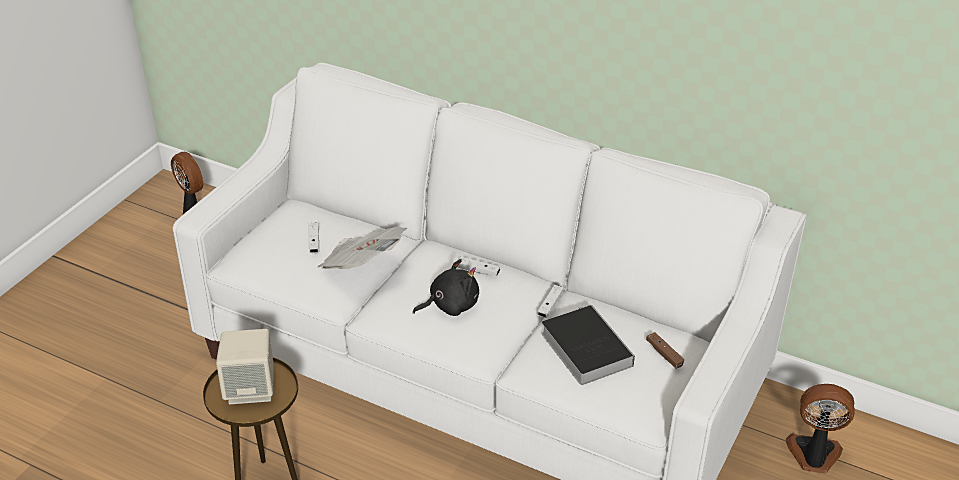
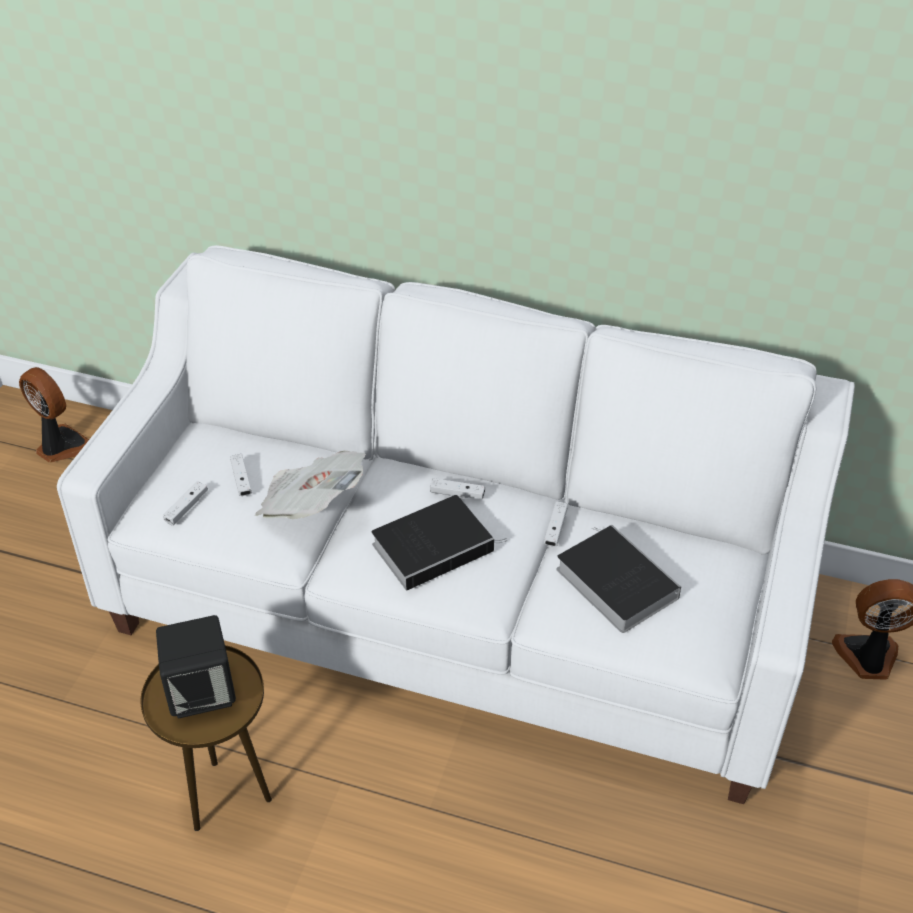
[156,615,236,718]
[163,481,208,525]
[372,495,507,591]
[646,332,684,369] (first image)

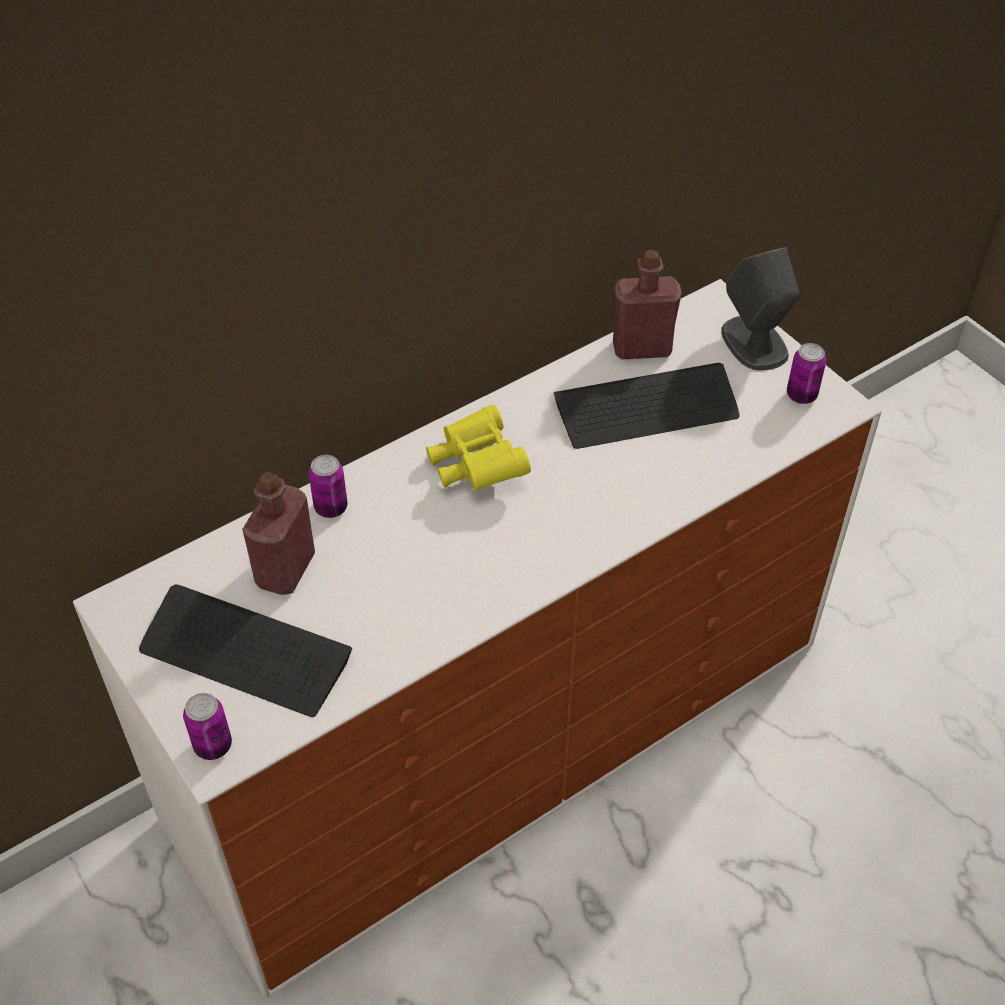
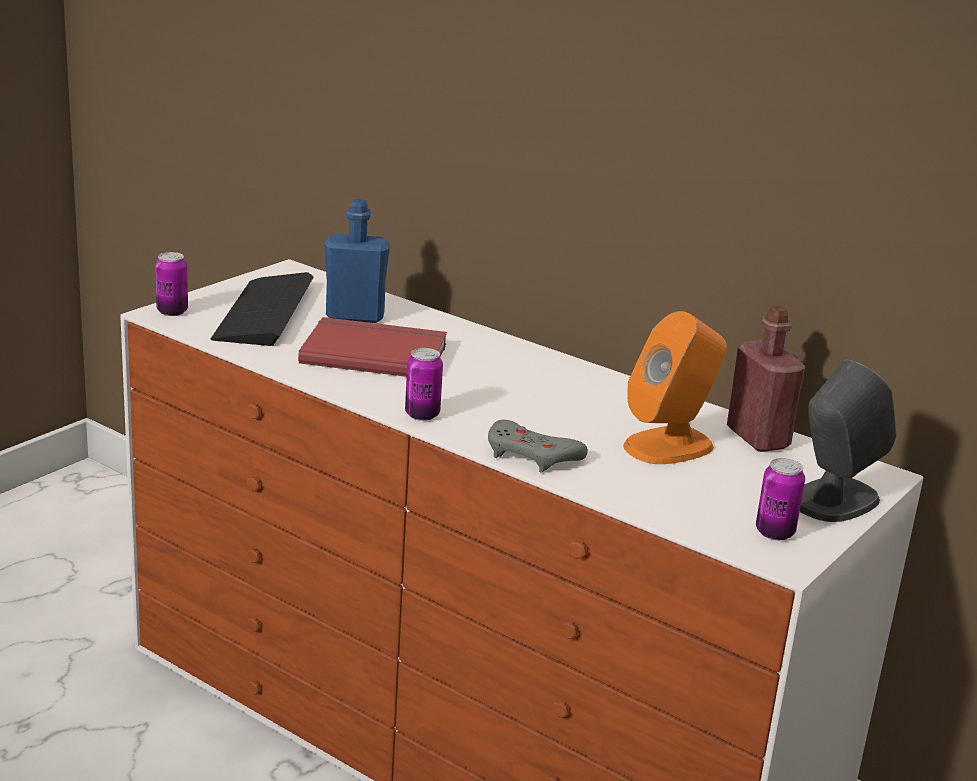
[298,317,447,377]
[324,199,390,323]
[405,348,443,421]
[488,420,588,472]
[623,311,727,464]
[426,405,531,490] (first image)

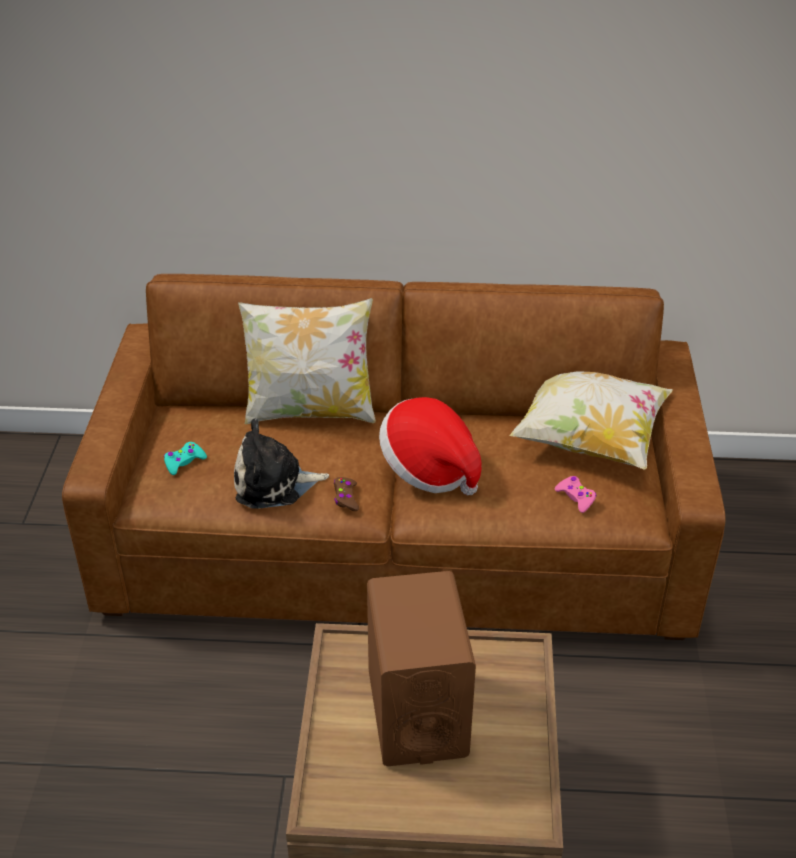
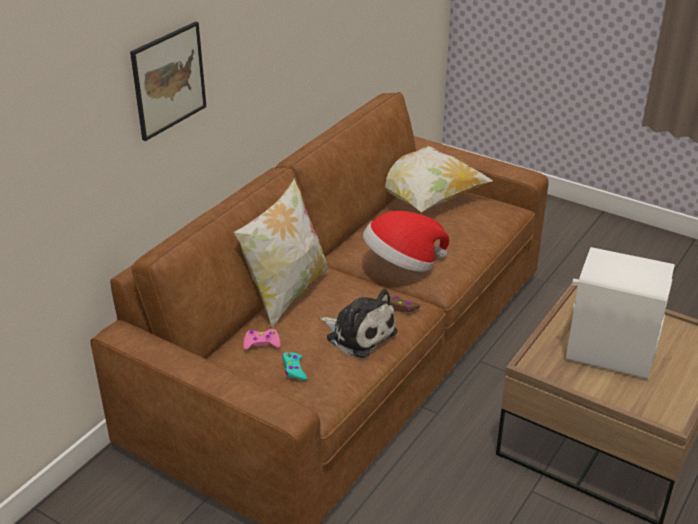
[130,22,206,141]
[243,329,280,350]
[320,289,398,358]
[566,247,675,379]

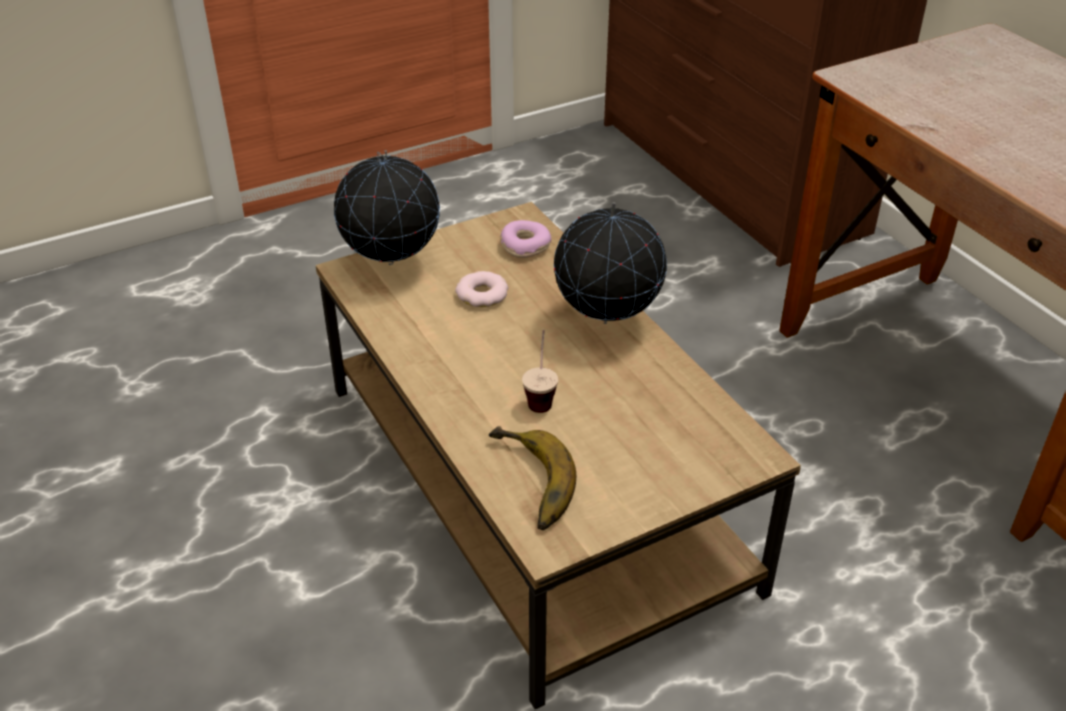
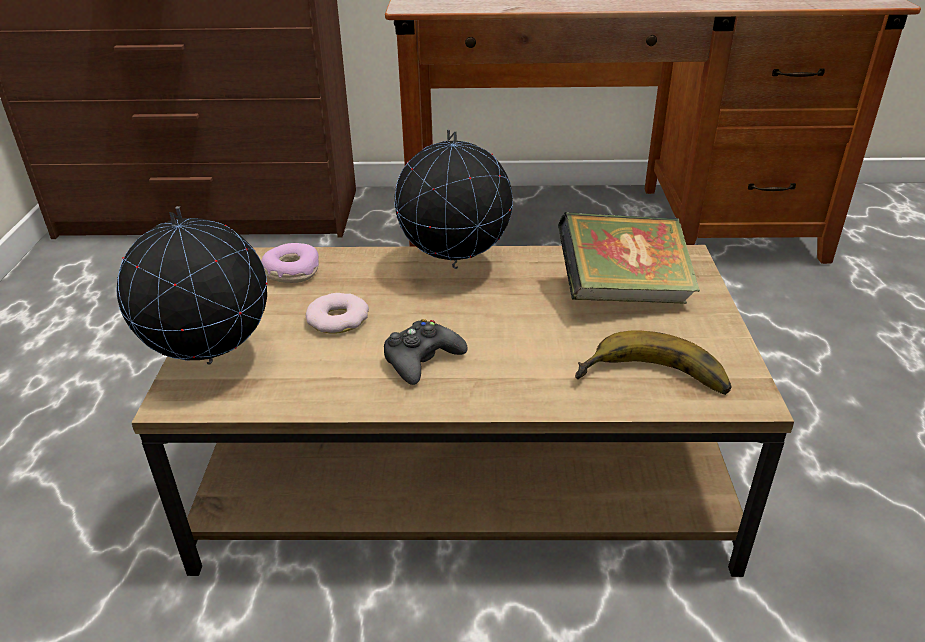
[384,319,468,385]
[558,212,700,304]
[522,330,558,413] (first image)

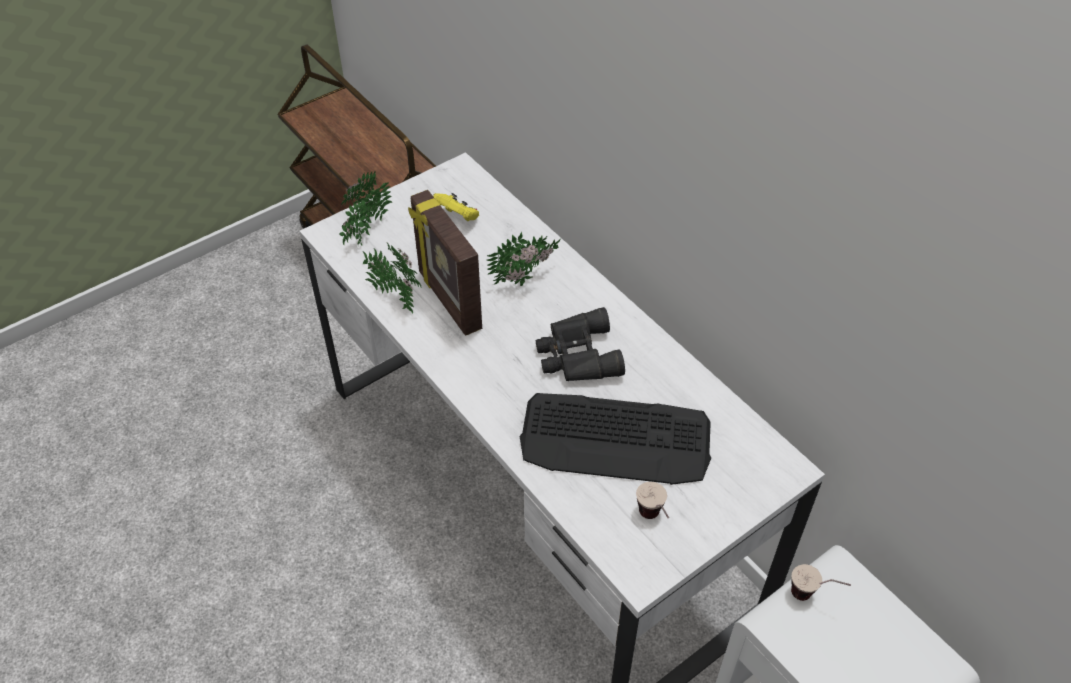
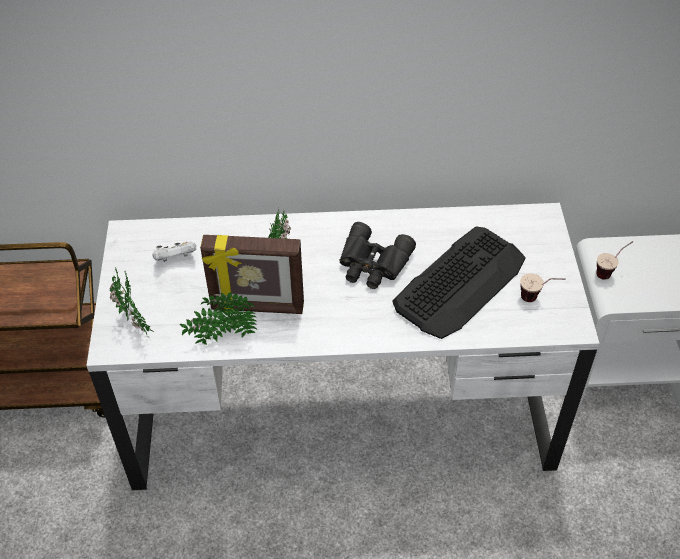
[153,242,196,262]

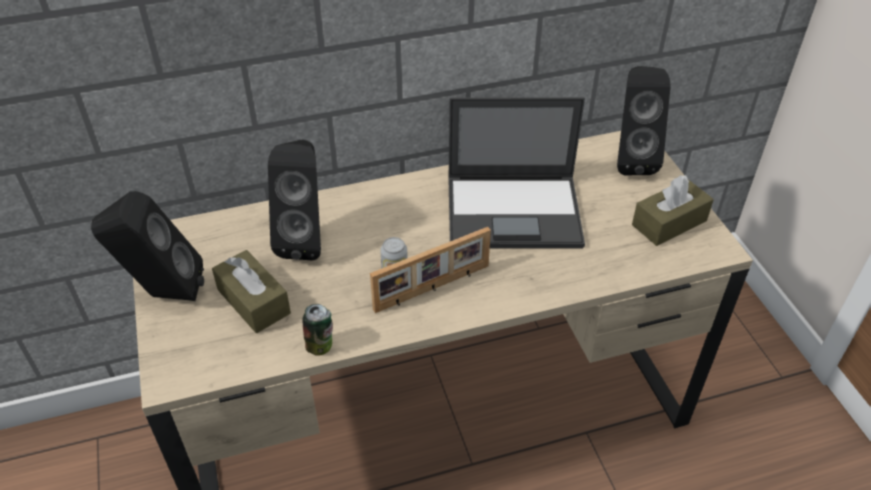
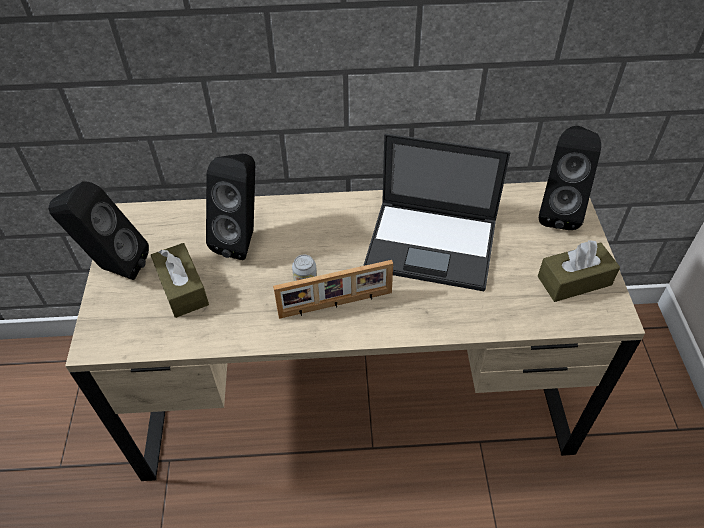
[302,304,333,356] (first image)

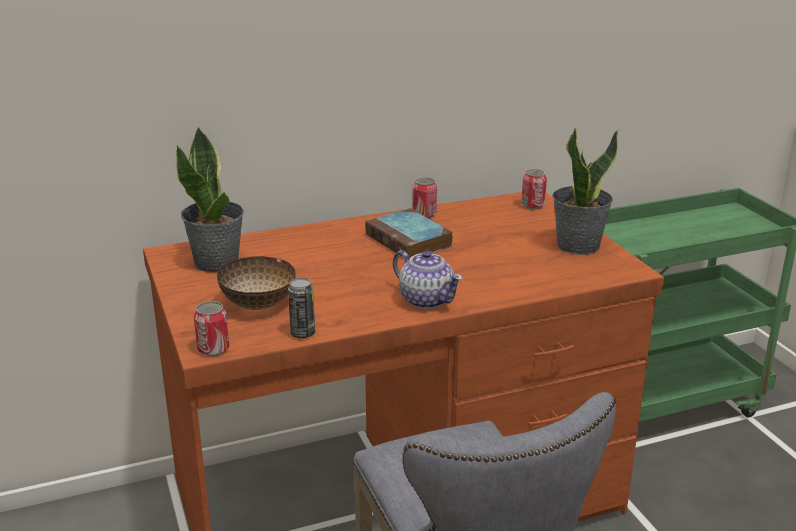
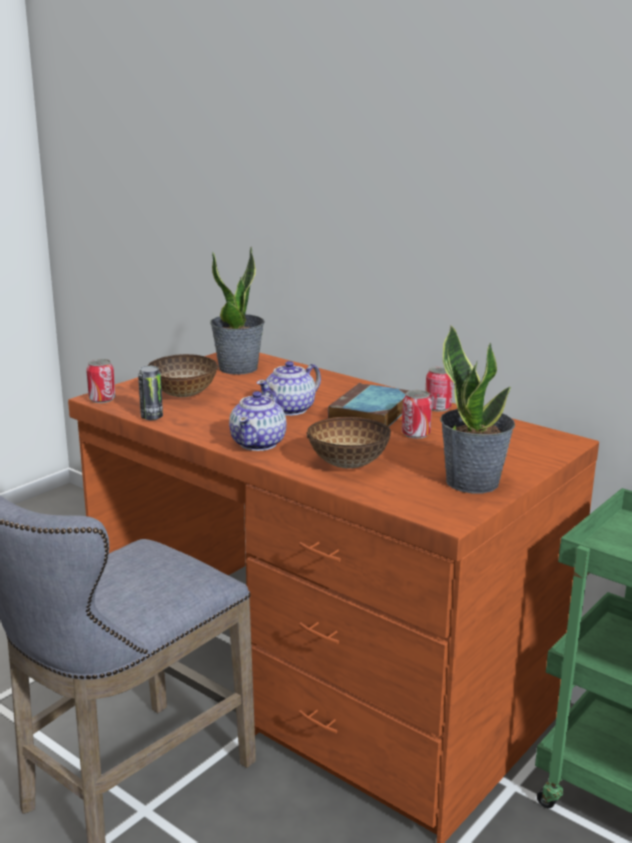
[257,361,321,416]
[306,416,391,469]
[402,390,432,439]

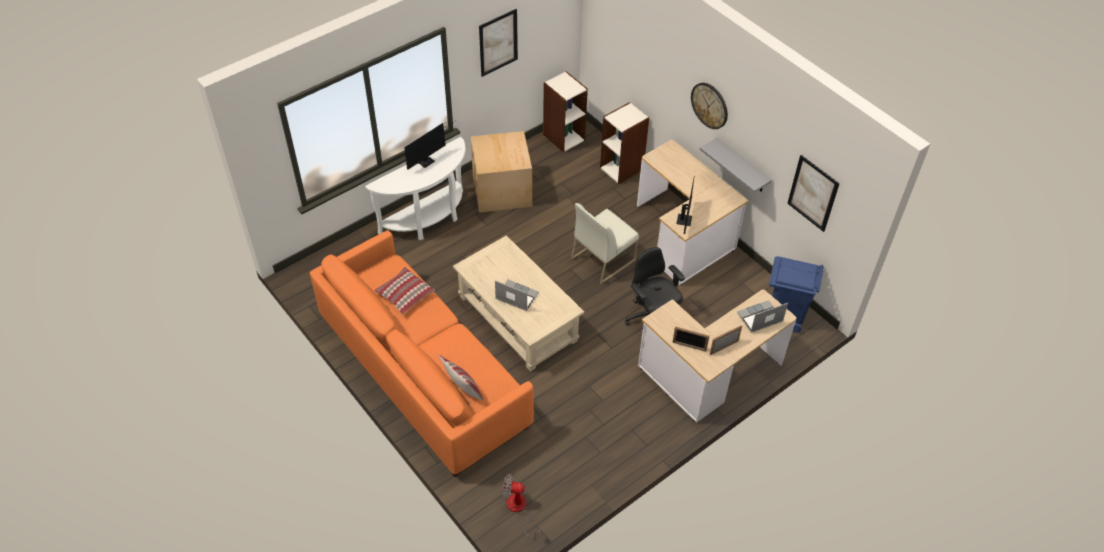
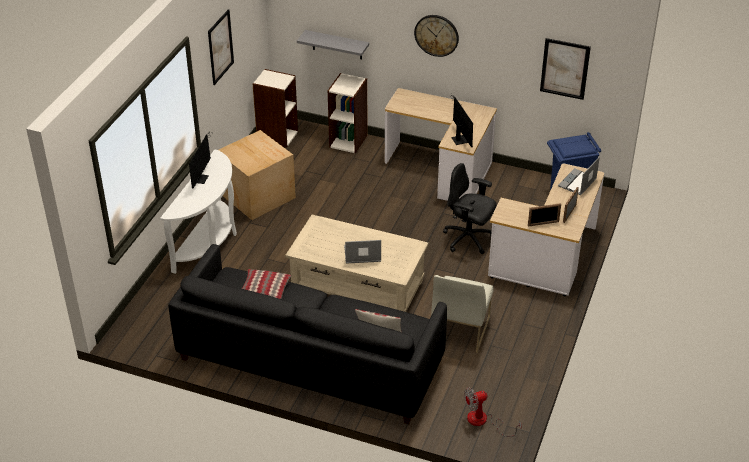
[168,244,447,424]
[297,30,369,59]
[431,275,494,353]

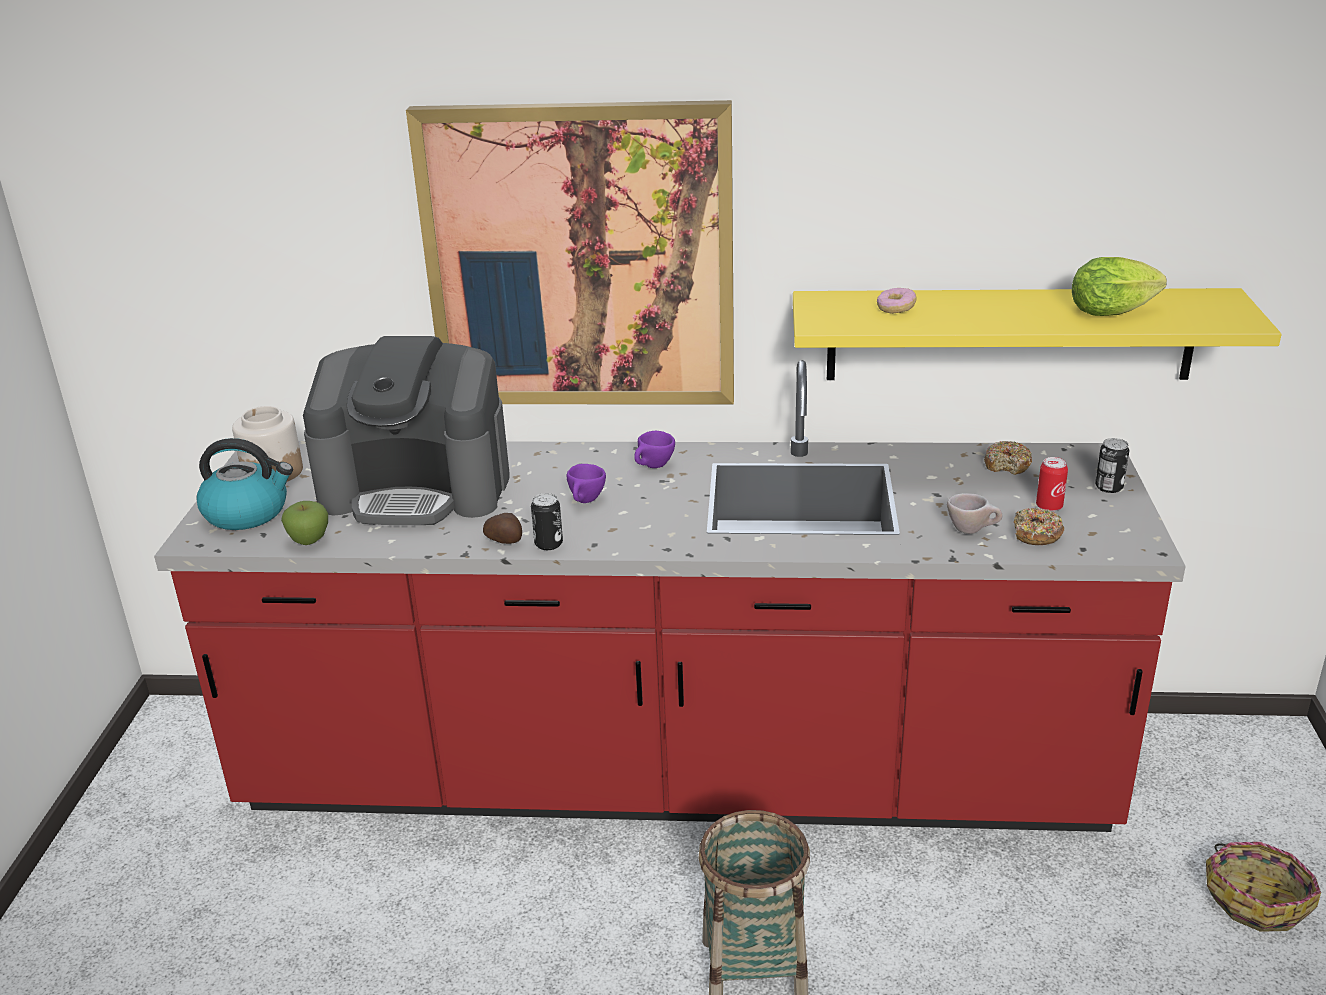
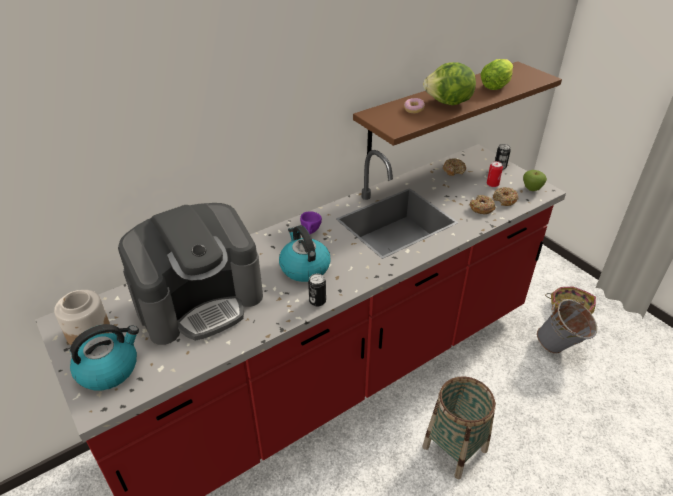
[279,225,331,282]
[353,61,562,154]
[423,62,476,105]
[469,195,496,214]
[523,170,547,191]
[537,299,597,354]
[406,100,734,404] (first image)
[483,513,522,544] (first image)

